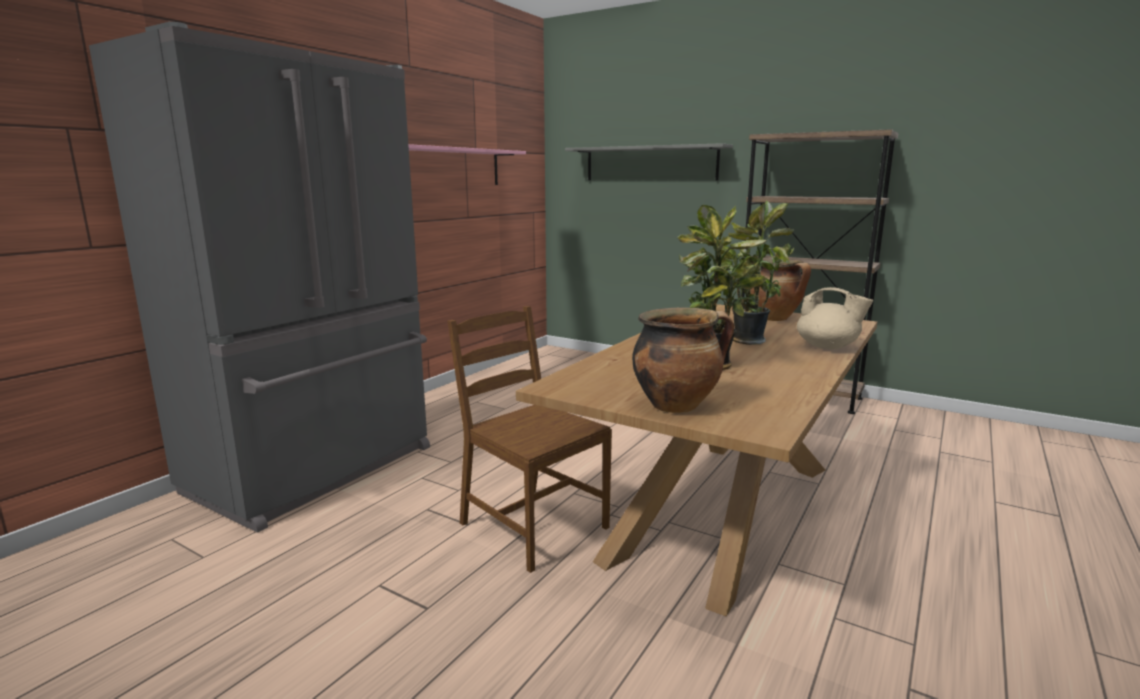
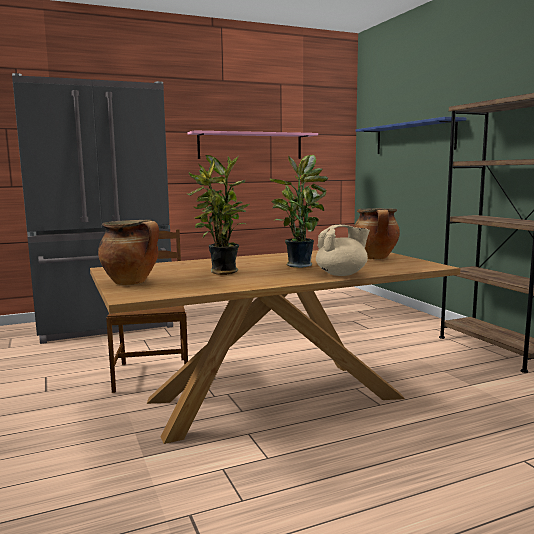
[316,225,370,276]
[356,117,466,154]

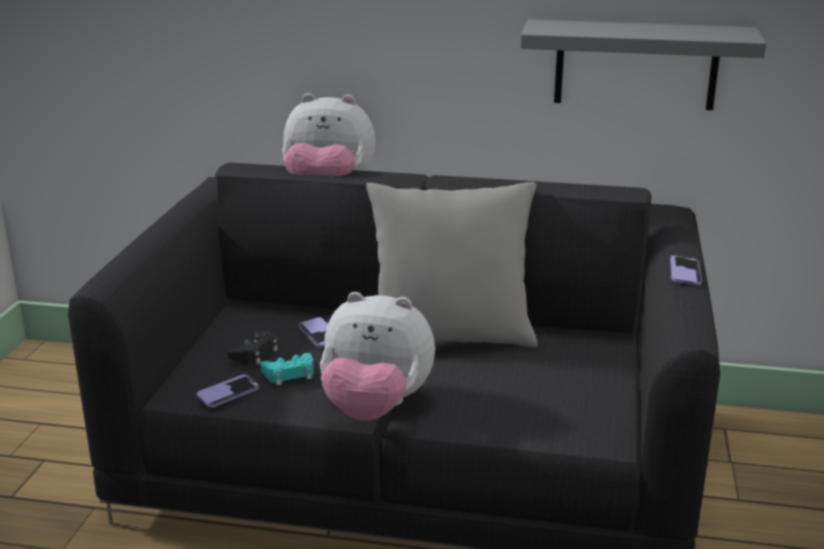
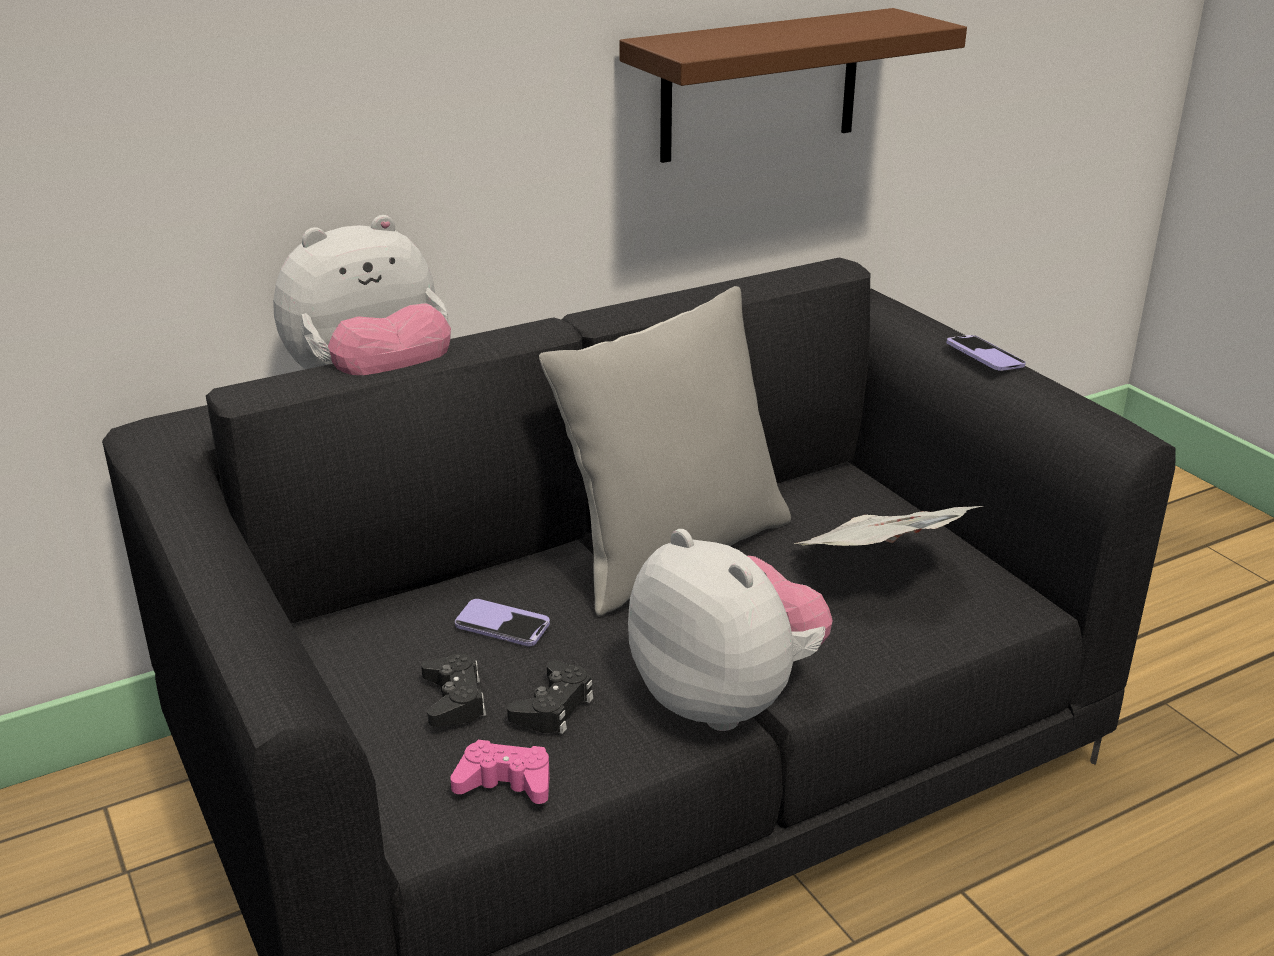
[450,740,550,804]
[507,661,594,734]
[619,8,967,163]
[628,529,832,731]
[794,506,982,546]

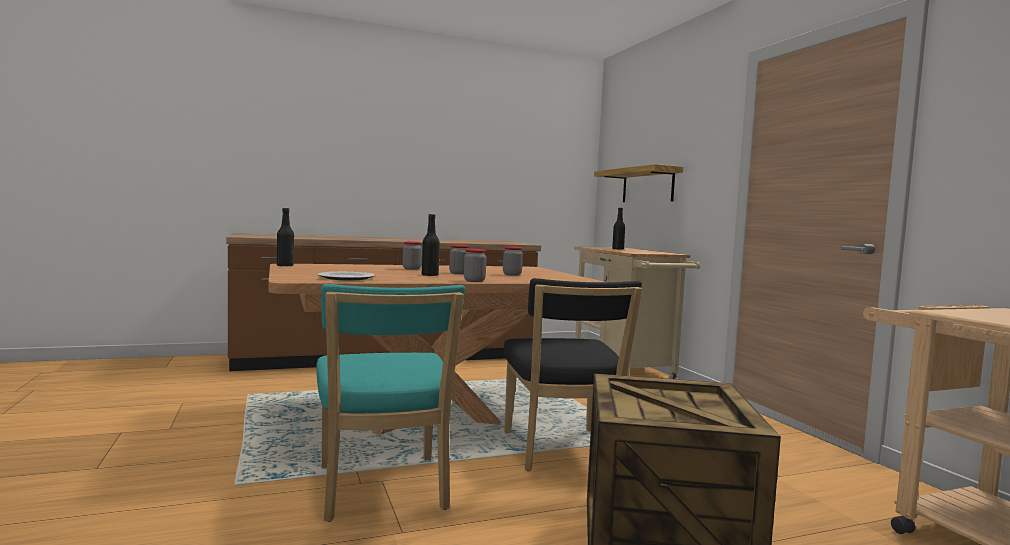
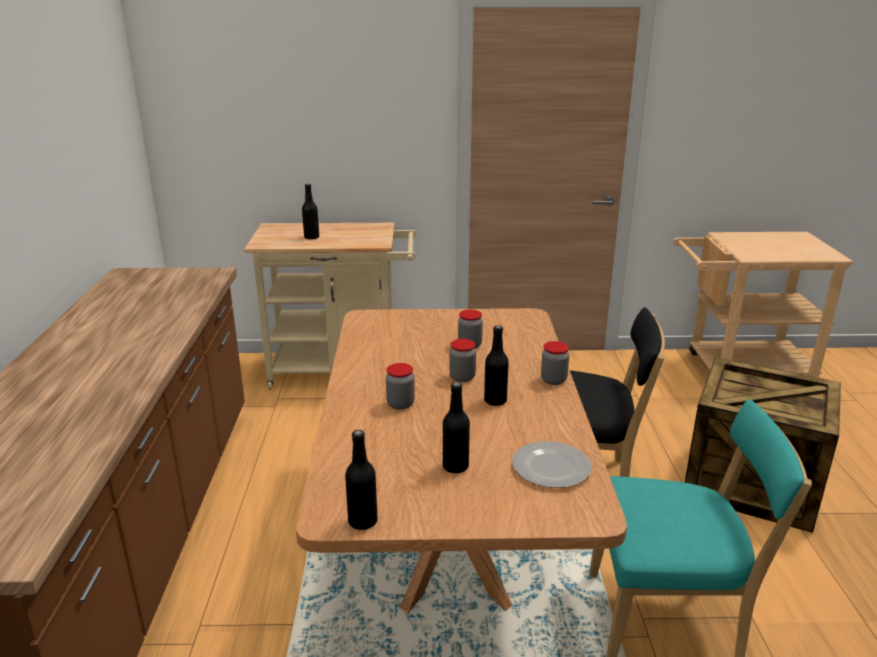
[443,382,470,473]
[594,164,683,202] (first image)

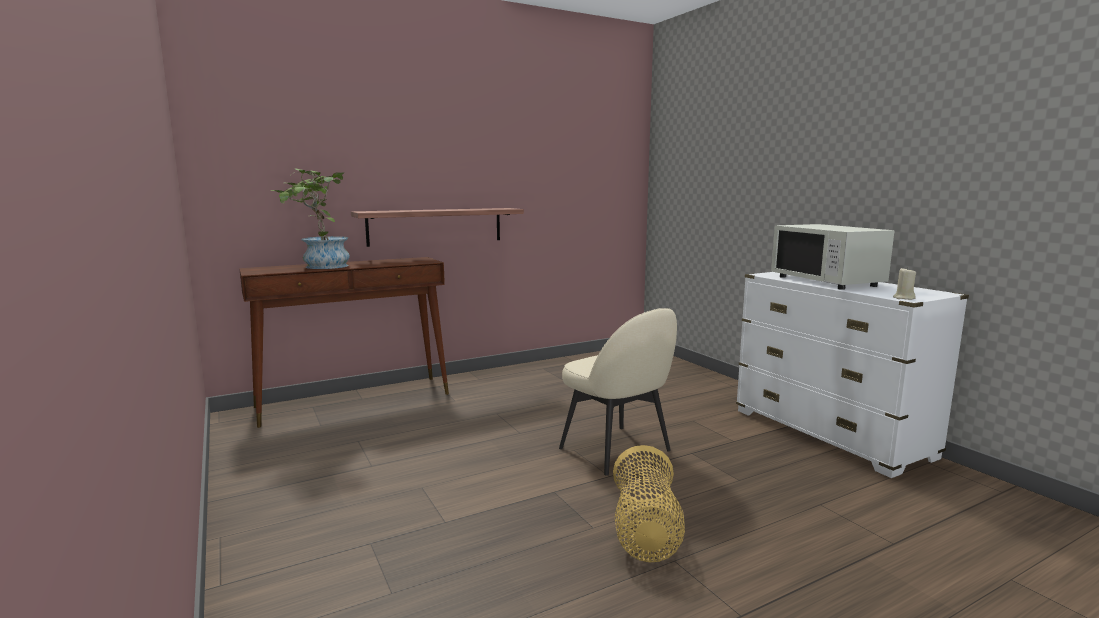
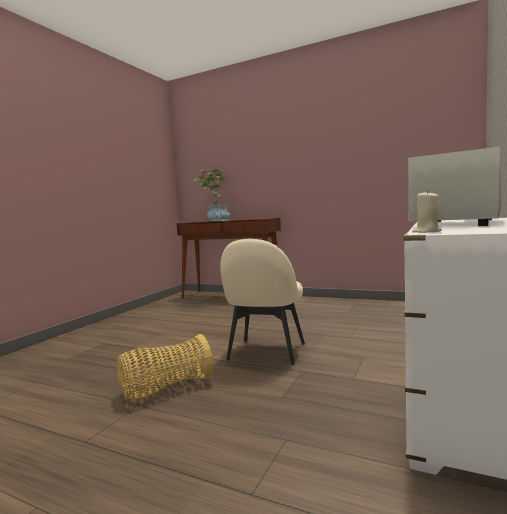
[351,208,524,247] (first image)

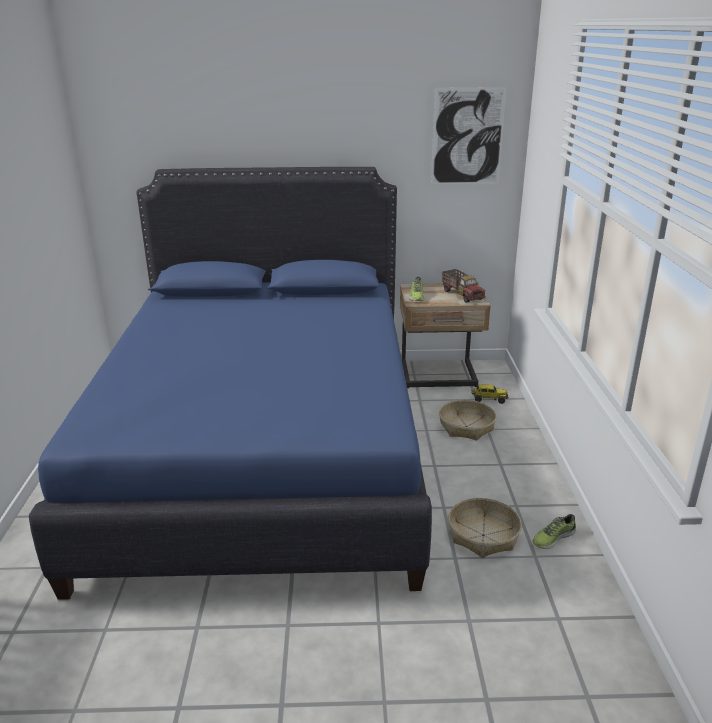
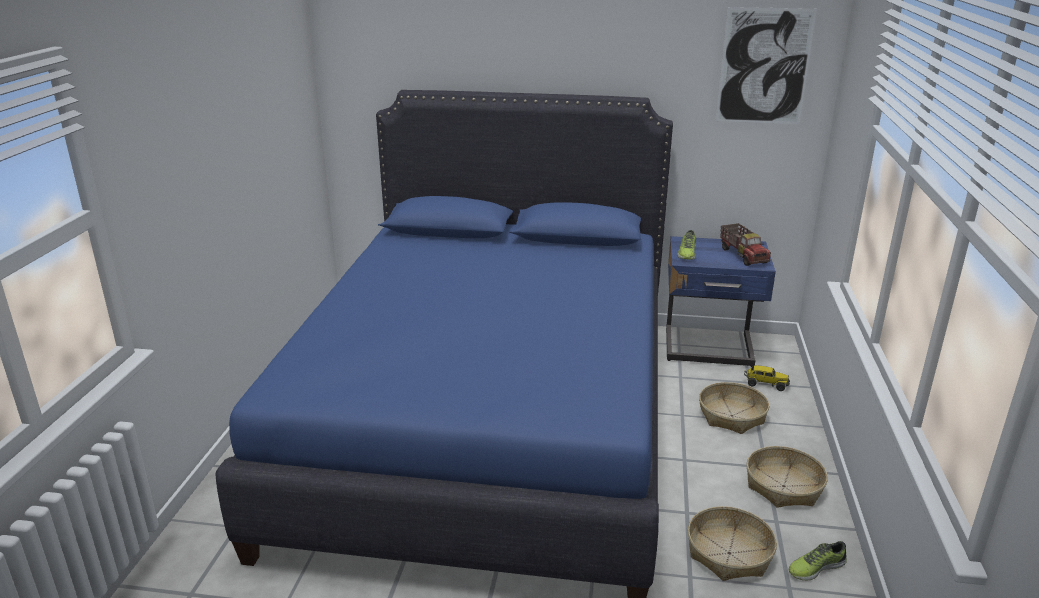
[666,236,776,367]
[747,446,828,508]

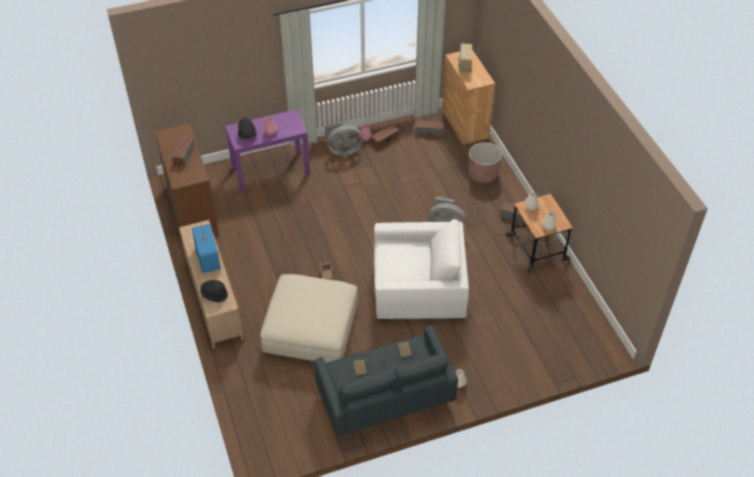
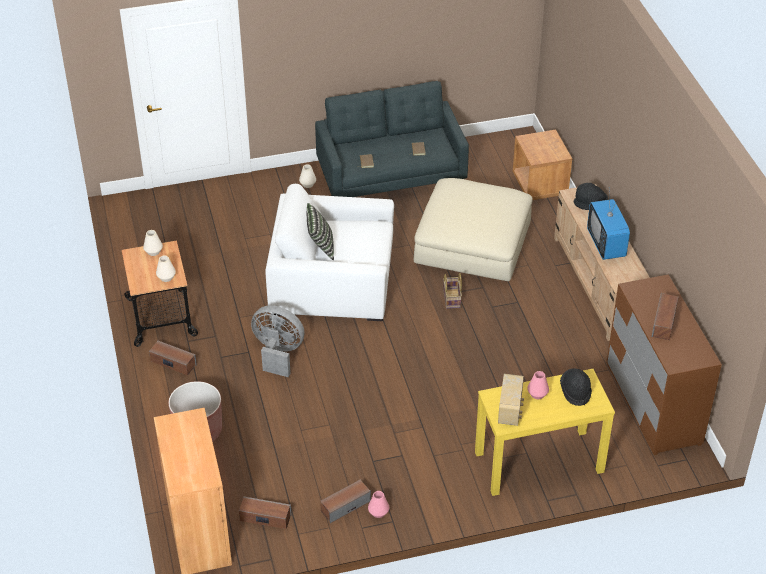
[307,203,334,260]
[475,369,615,496]
[498,374,524,426]
[513,130,572,200]
[325,123,363,155] (first image)

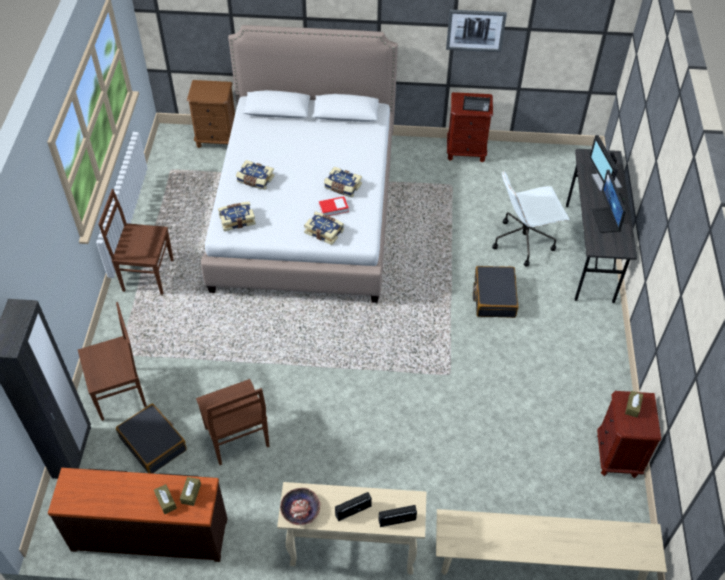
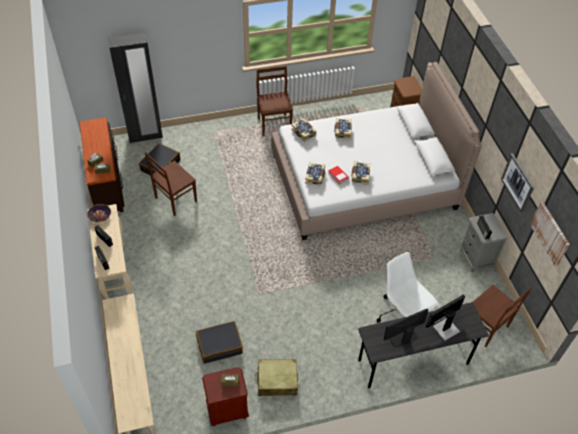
[196,321,243,364]
[255,359,298,396]
[460,213,507,272]
[473,285,533,347]
[530,202,570,266]

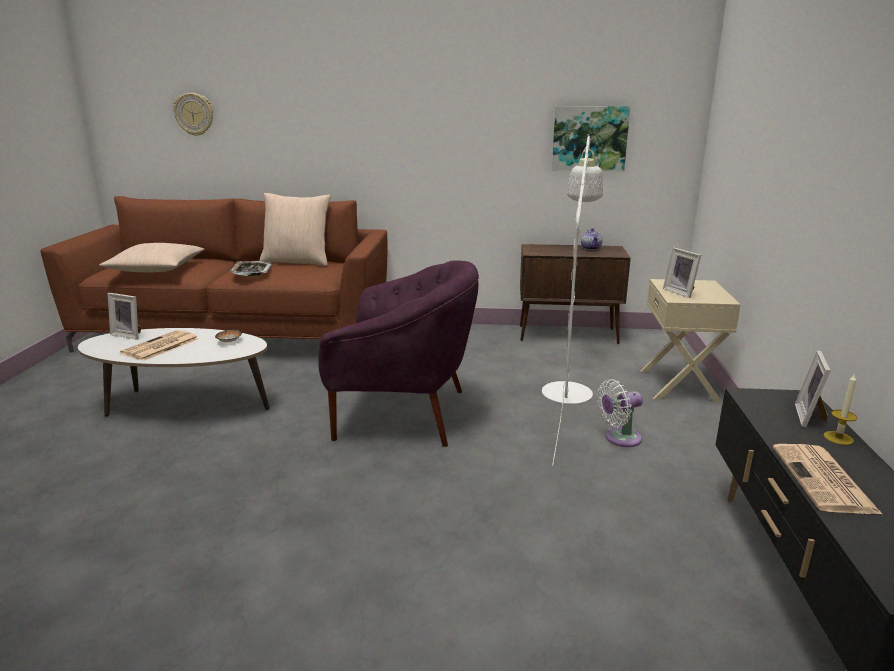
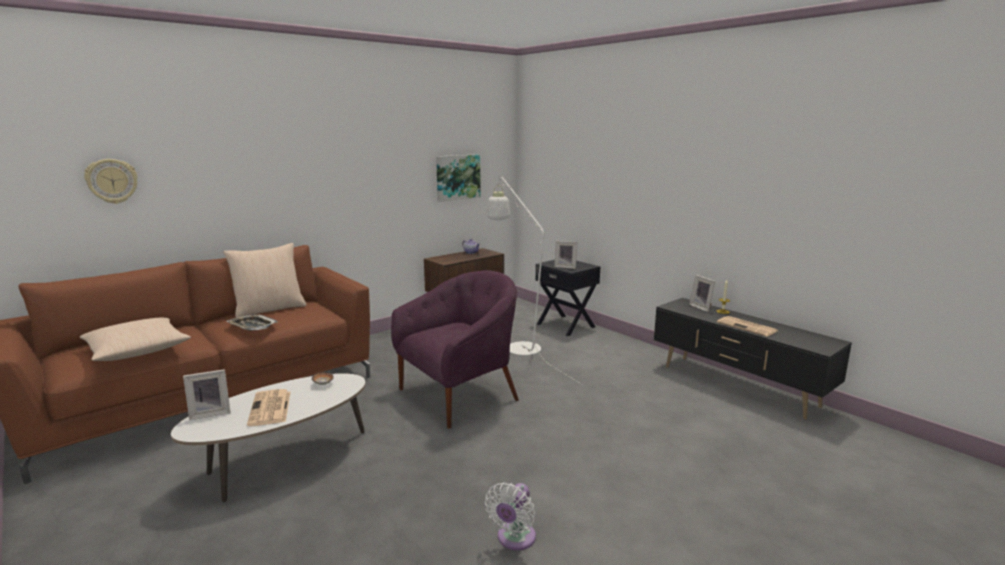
[485,482,536,550]
[535,260,600,336]

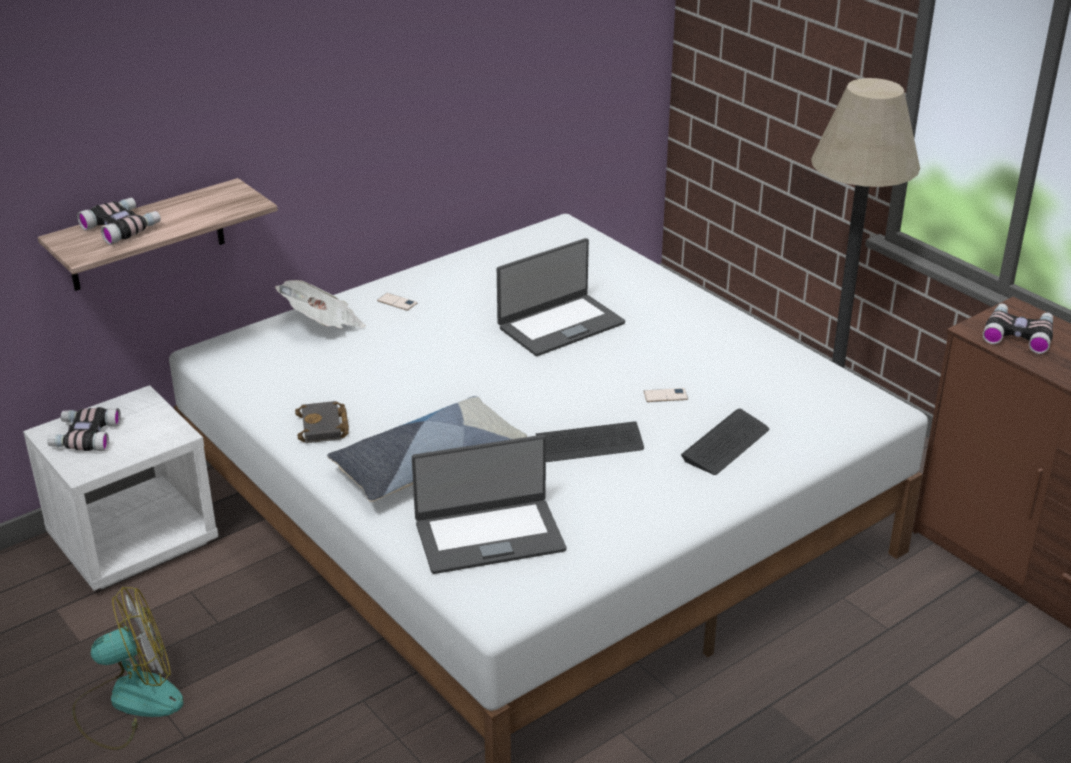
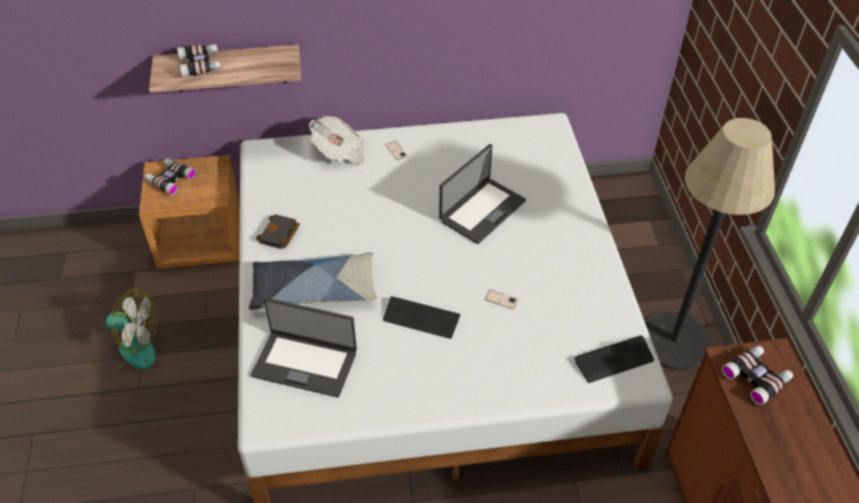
[139,155,240,269]
[439,144,526,244]
[574,336,654,383]

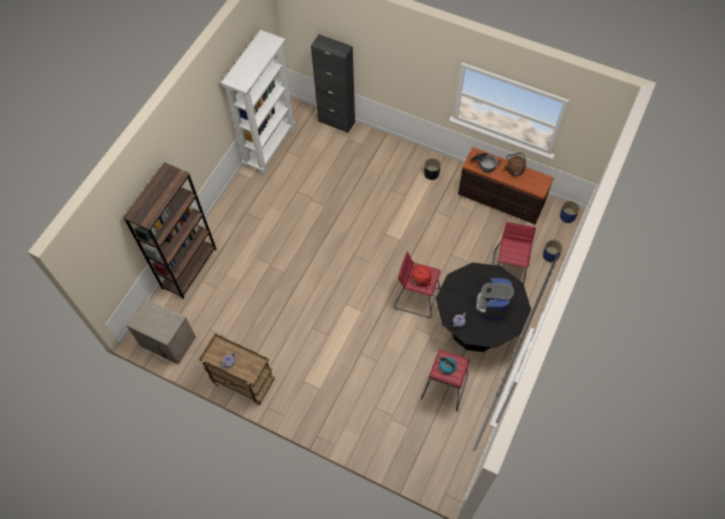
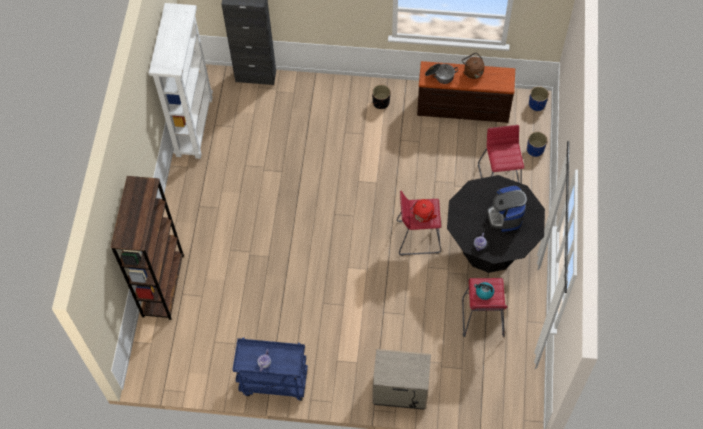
[232,337,308,401]
[372,349,431,410]

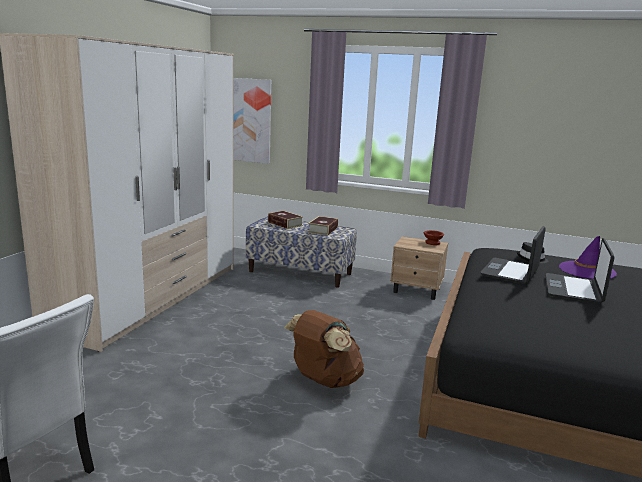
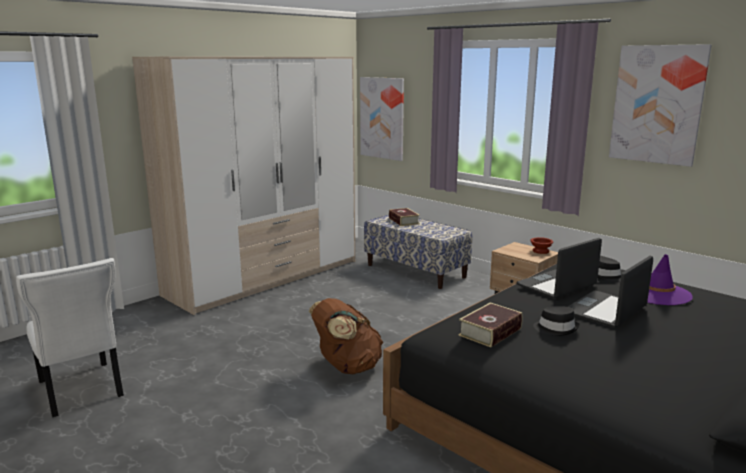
[458,302,523,347]
[533,306,580,336]
[609,44,711,167]

